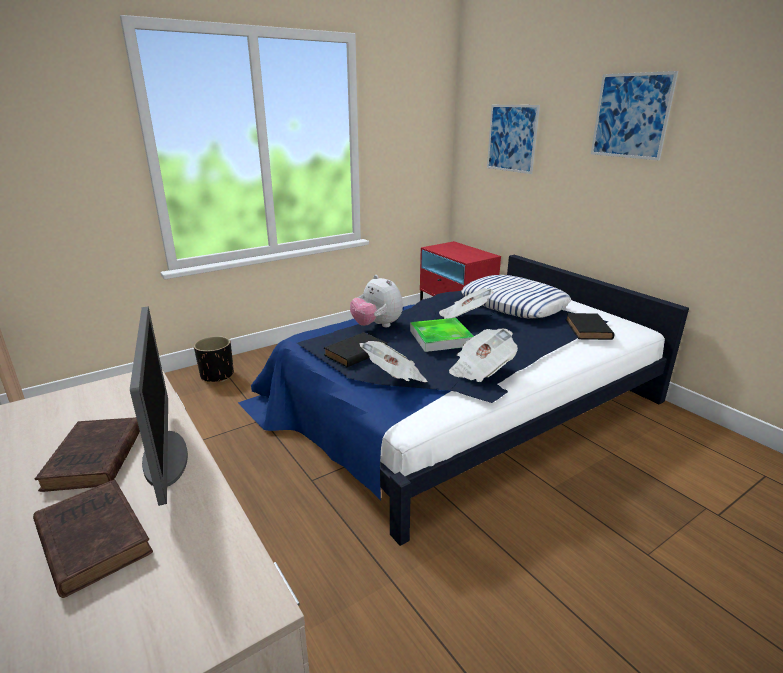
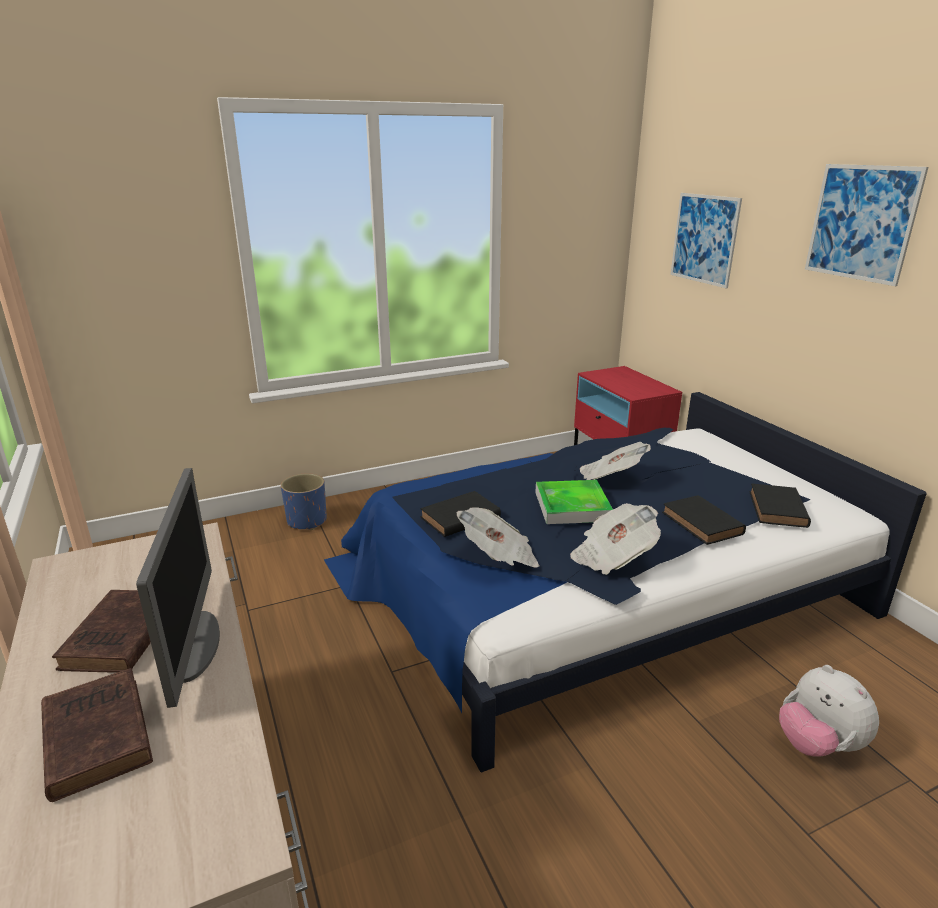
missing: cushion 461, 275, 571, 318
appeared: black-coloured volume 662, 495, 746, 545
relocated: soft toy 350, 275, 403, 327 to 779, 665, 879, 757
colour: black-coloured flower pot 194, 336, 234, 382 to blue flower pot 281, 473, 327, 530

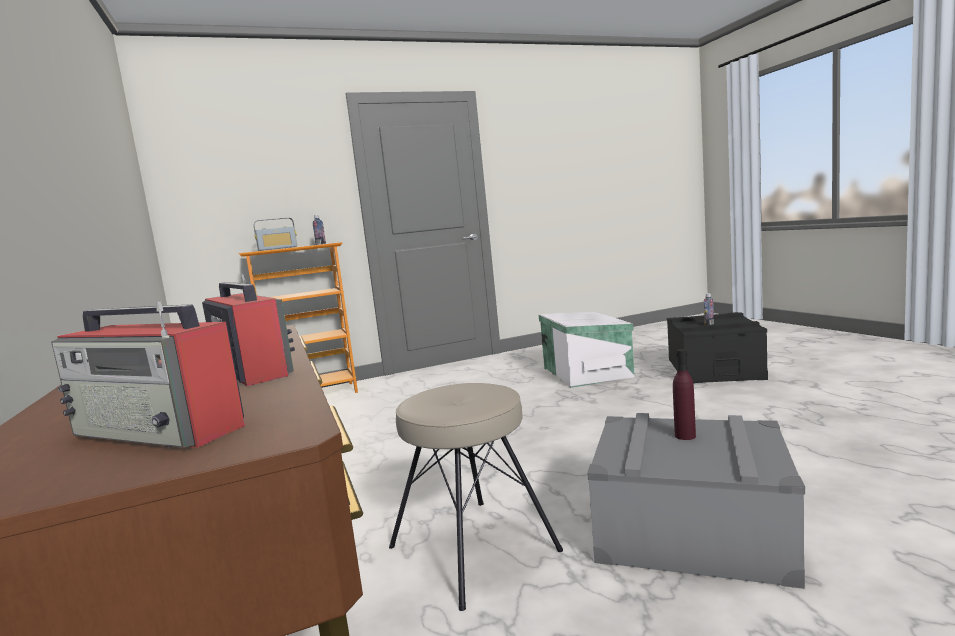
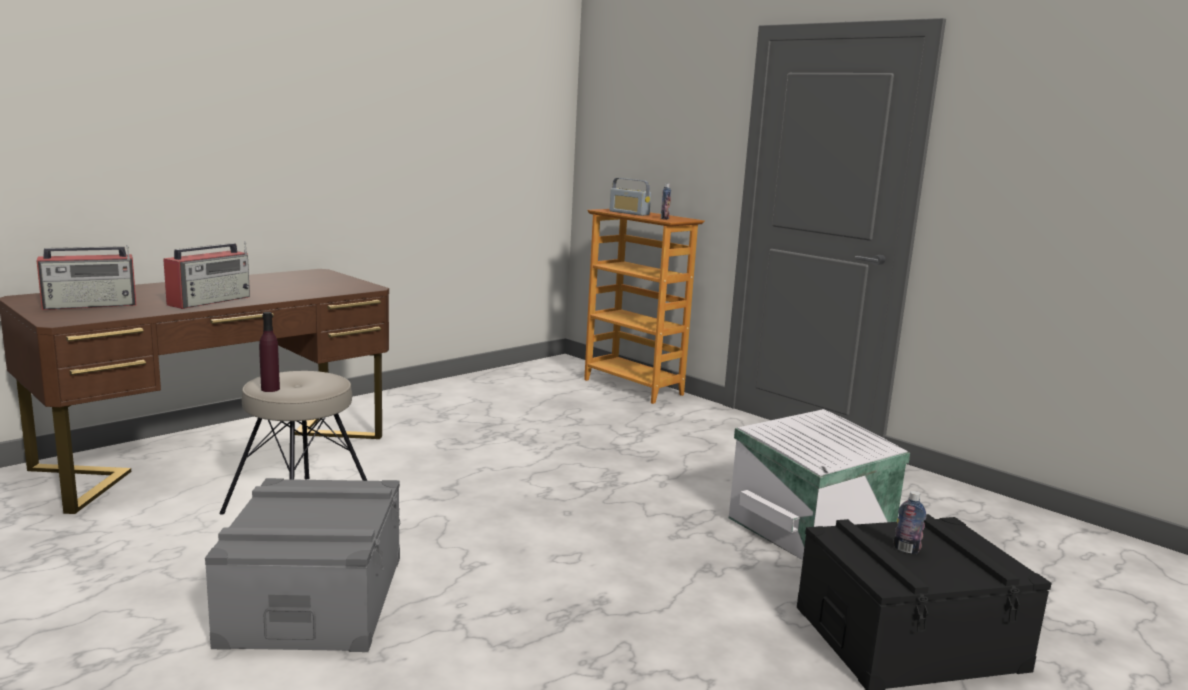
relocated: purple bottle 673, 349, 696, 440 to 259, 312, 280, 392
spun: radio set 51, 302, 245, 448 = 37, 245, 136, 310 120 degrees counterclockwise

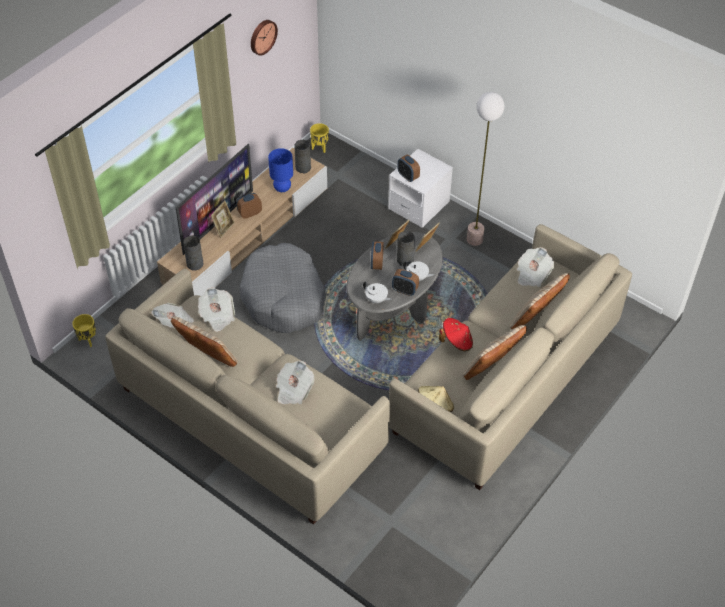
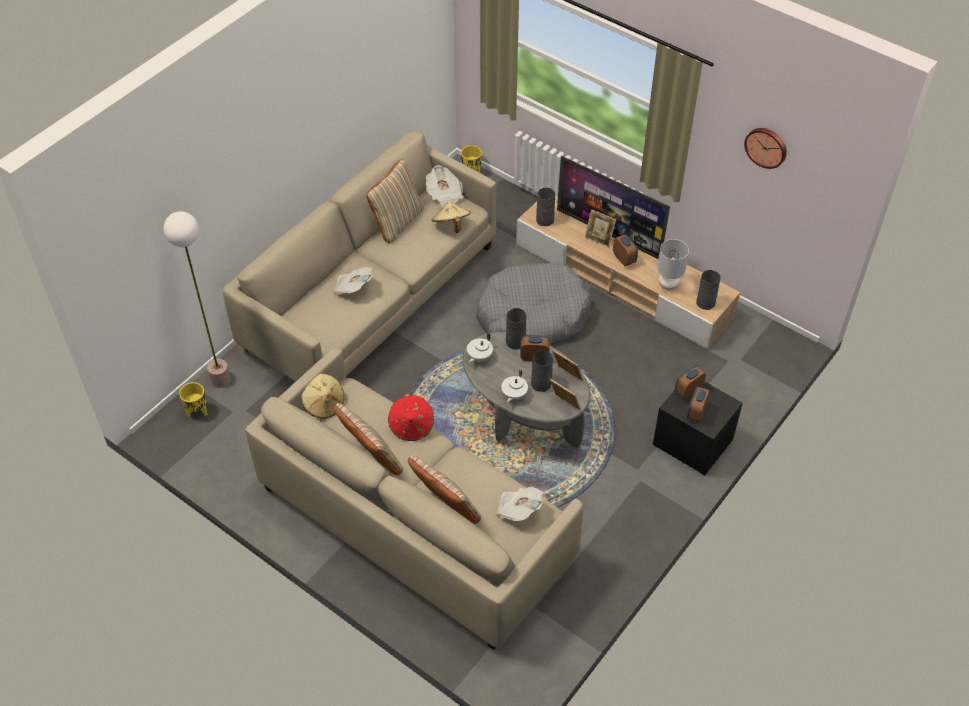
appeared: grey vase 506, 308, 526, 350
relocated: standing lamp 467, 92, 504, 246 to 164, 211, 231, 388; yellow flower pot 310, 123, 329, 153 to 179, 382, 207, 418; bedside clock 392, 269, 419, 296 to 687, 386, 710, 422
exchanged: daily paper 198, 287, 235, 332 to sand-coloured hat 432, 201, 471, 233
colour: blue lamp for a table 268, 148, 293, 192 to grey lamp for a table 657, 239, 689, 290; whitish nightstand 388, 149, 453, 228 to black-coloured nightstand 653, 382, 743, 475

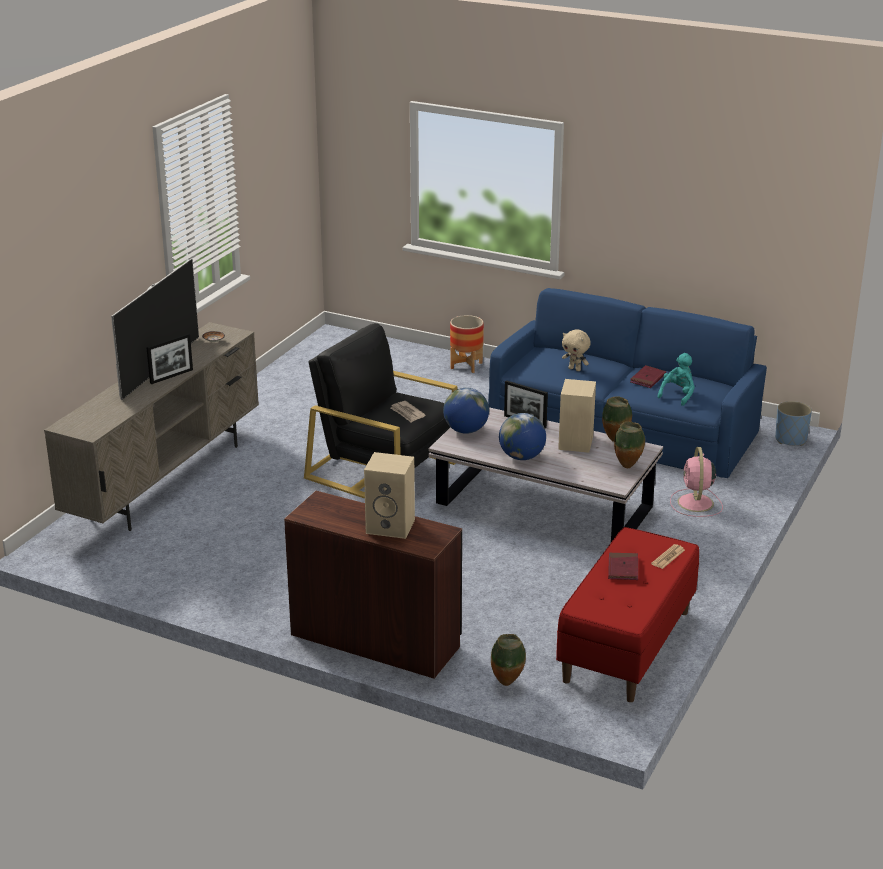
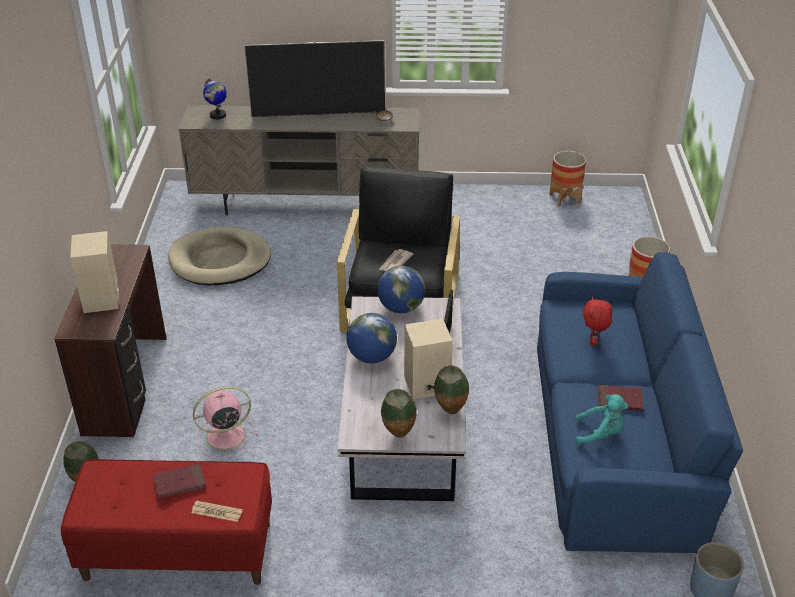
missing: standing frame 146, 333, 193, 384
appeared: desk globe 203, 78, 227, 119; flower pot 550, 151, 586, 207; sand-coloured dog bed 168, 226, 271, 285
relocated: pink fan 670, 447, 723, 517 to 193, 386, 258, 459
colour: sand-coloured soft toy 562, 329, 591, 371 to red-coloured soft toy 583, 296, 612, 346

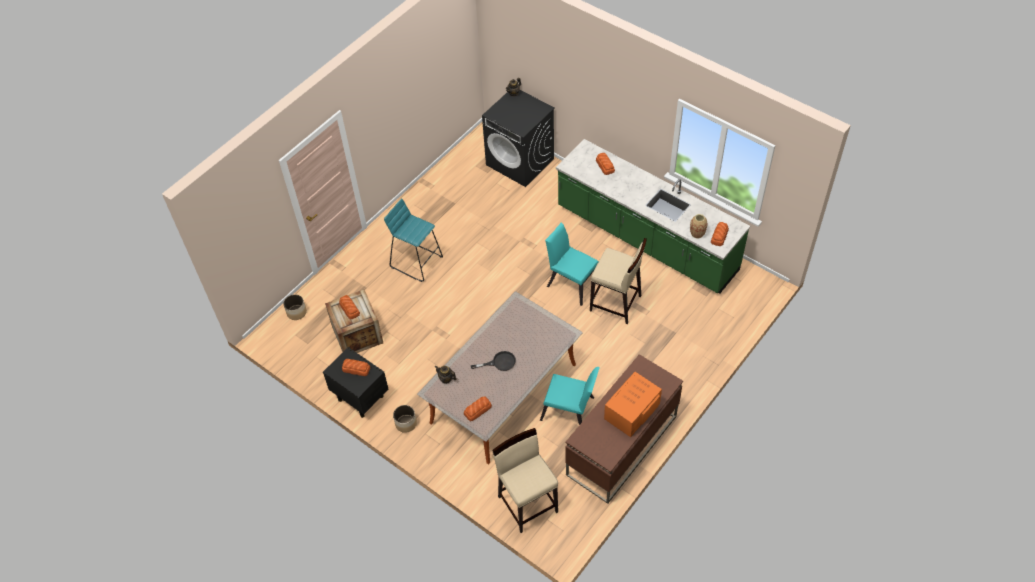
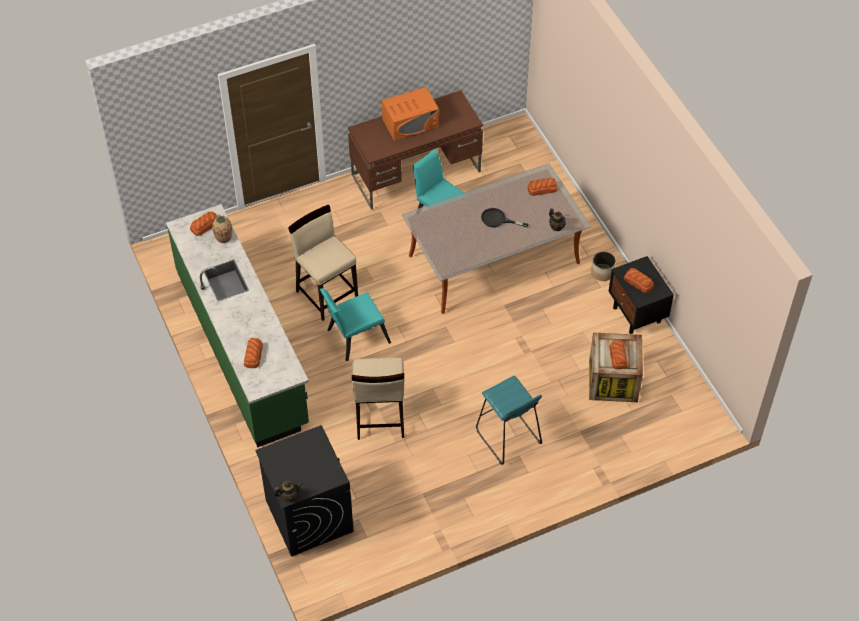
missing: flower pot 283, 294, 307, 320
relocated: sand-coloured stool seat 492, 428, 558, 533 to 352, 358, 405, 440
spun: turquoise upright chair 545, 223, 599, 306 = 320, 288, 391, 361 90 degrees clockwise

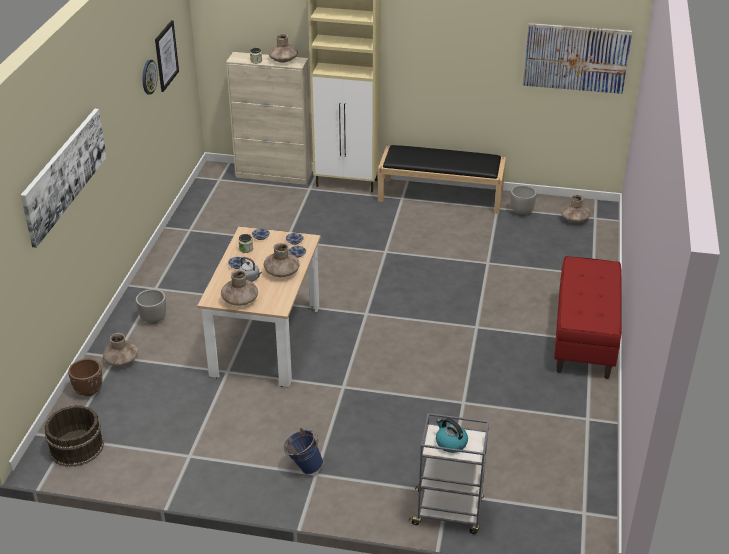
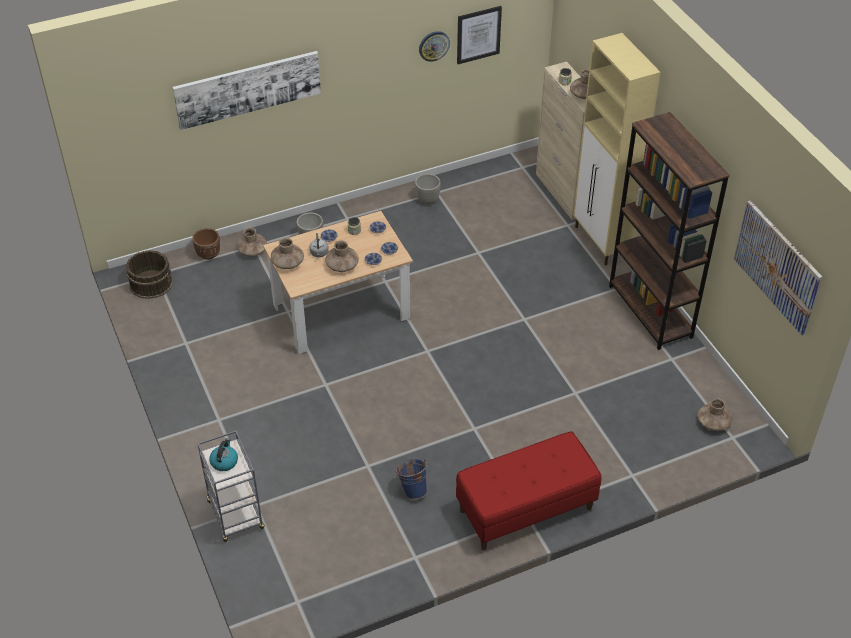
relocated: grey flower pot 510, 185, 537, 215 to 415, 174, 441, 204; blue pail 283, 428, 324, 474 to 396, 459, 428, 499
exchanged: black-coloured indoor bench 378, 145, 506, 214 to brown bookshelf 609, 112, 730, 350

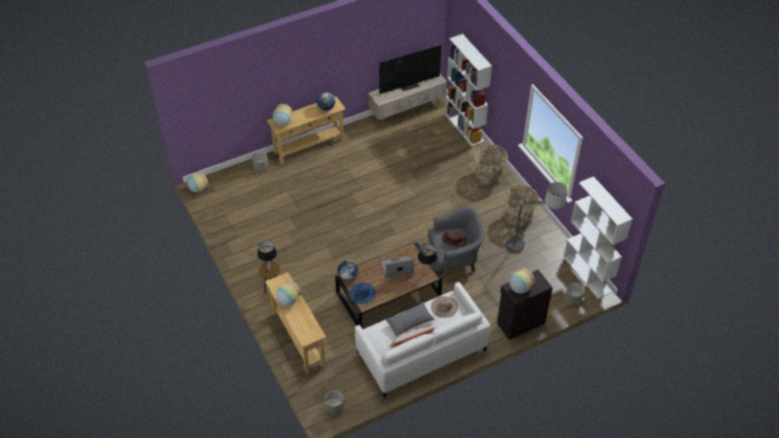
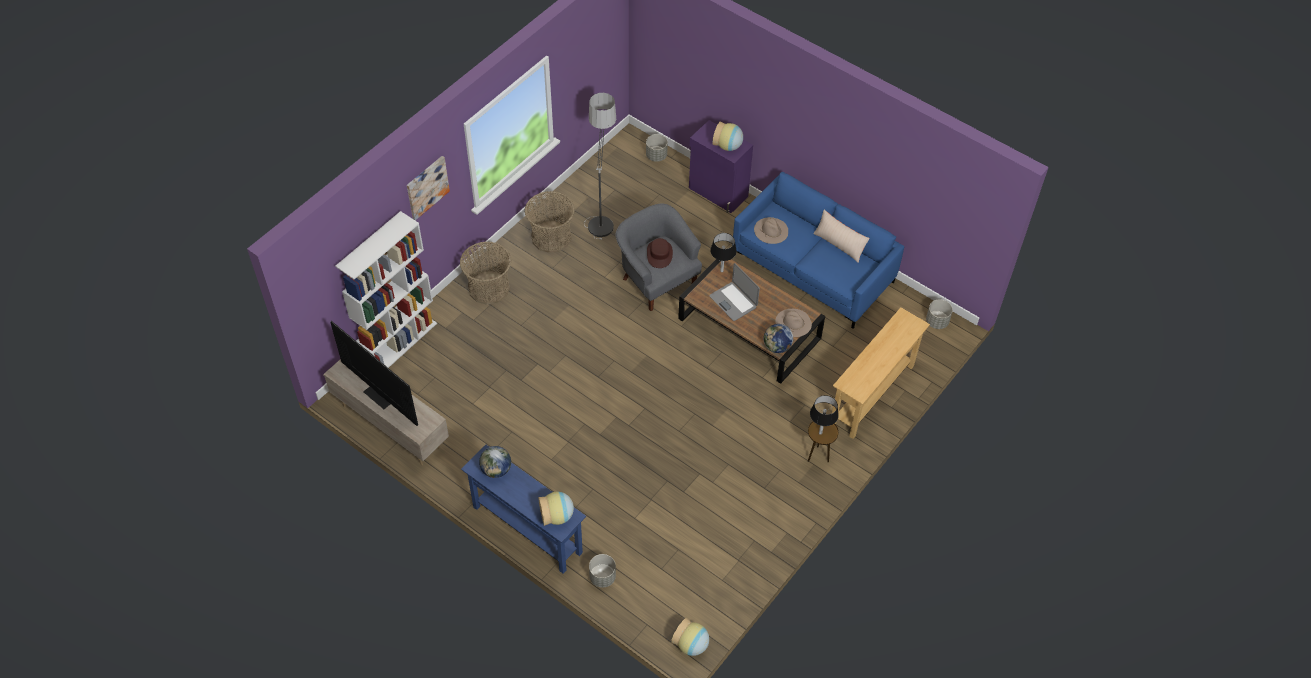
missing: whitish bookshelf 563, 176, 632, 299; vase 276, 280, 302, 306; grey cushion 385, 302, 435, 337
appeared: picture 407, 156, 450, 220
colour: sand-coloured narrow table 267, 96, 346, 164 to blue narrow table 461, 445, 586, 574; black-coloured cupboard 497, 270, 553, 340 to purple cupboard 689, 120, 753, 213; whitish couch 355, 282, 491, 398 to blue couch 733, 172, 904, 329; blue hat 349, 283, 376, 304 to sand-coloured hat 775, 309, 812, 337

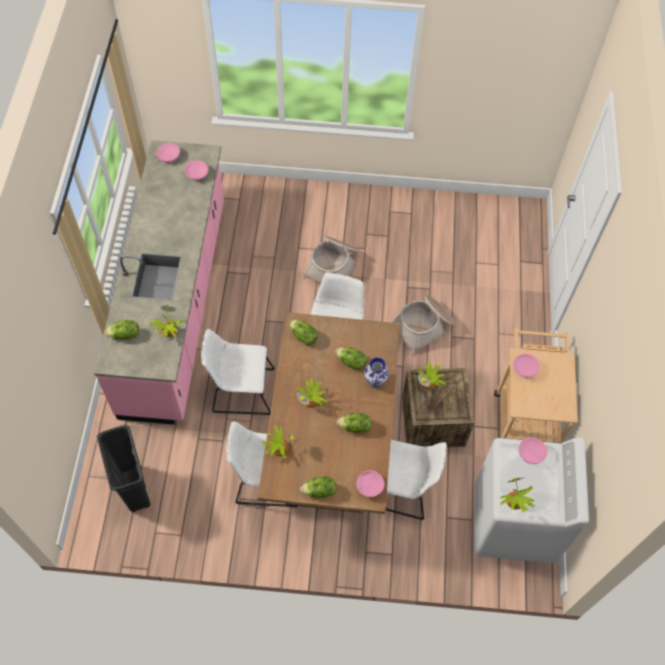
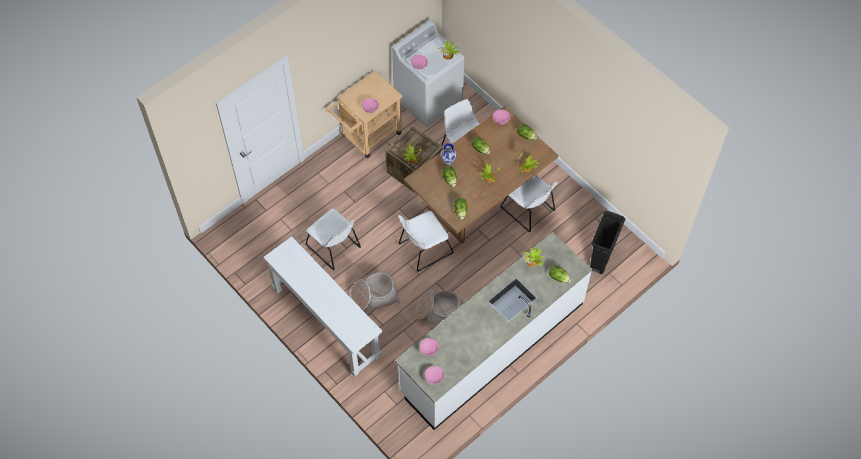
appeared: whitish narrow table 263, 236, 382, 376
relocated: basket 391, 295, 454, 355 to 416, 290, 464, 325; whitish upright chair 201, 329, 275, 415 to 305, 208, 361, 271
colour: pink kitchen base unit 94, 140, 224, 425 to whitish kitchen base unit 394, 232, 592, 430

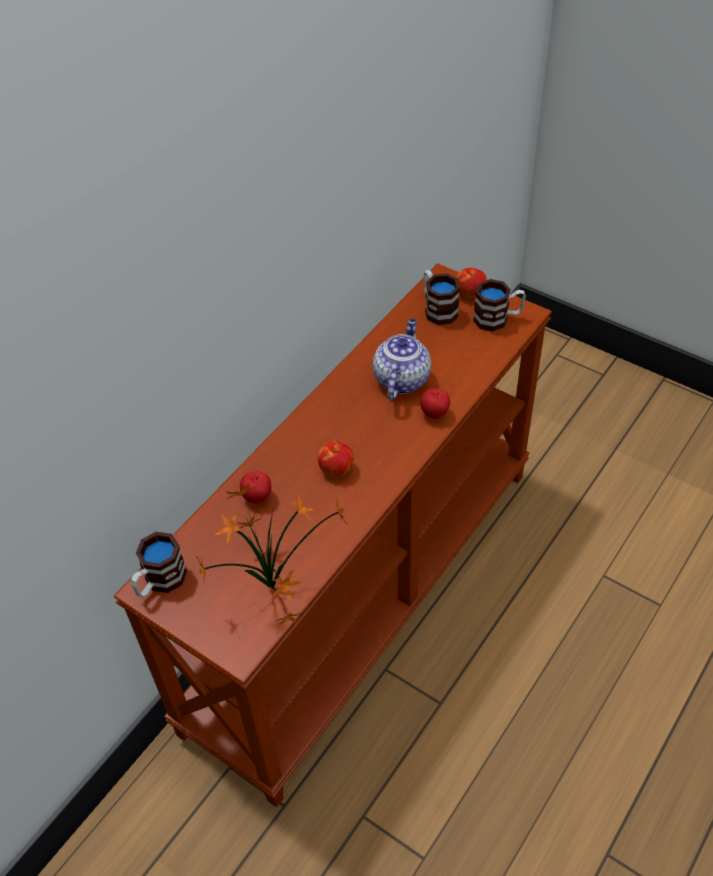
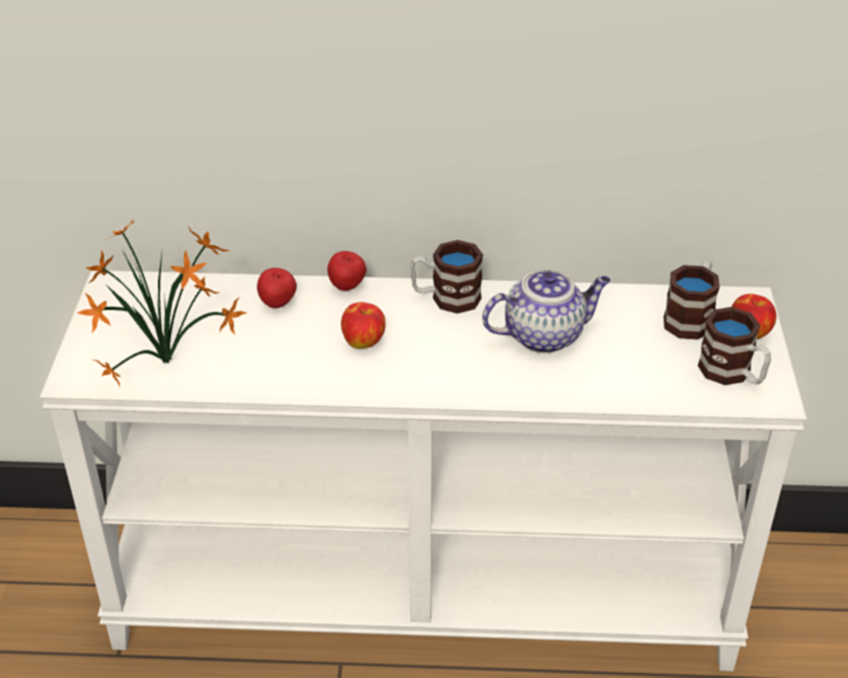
relocated: apple fruit 420, 388, 450, 419 to 327, 251, 366, 291; mug 131, 532, 187, 598 to 410, 240, 483, 314
colour: brown narrow table 114, 263, 552, 807 to whitish narrow table 40, 270, 807, 671

